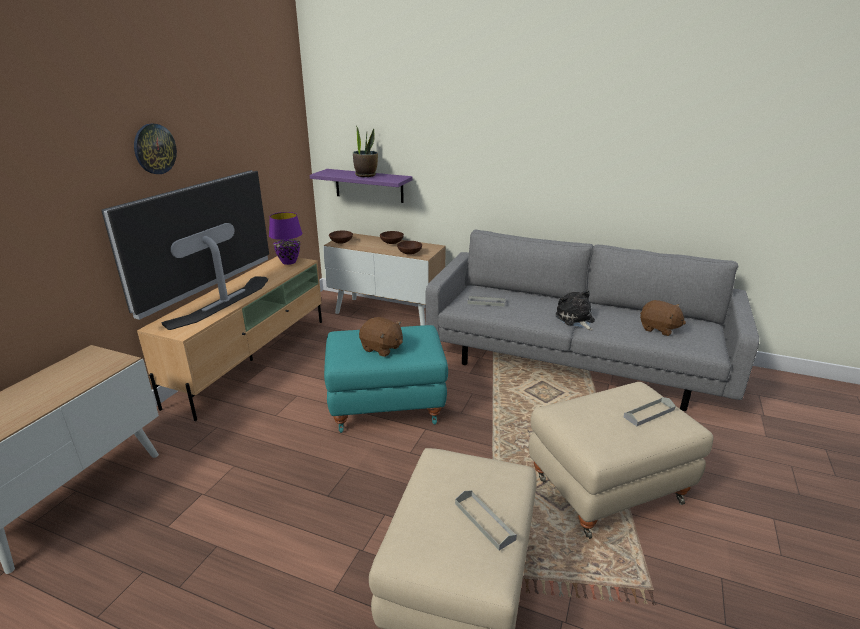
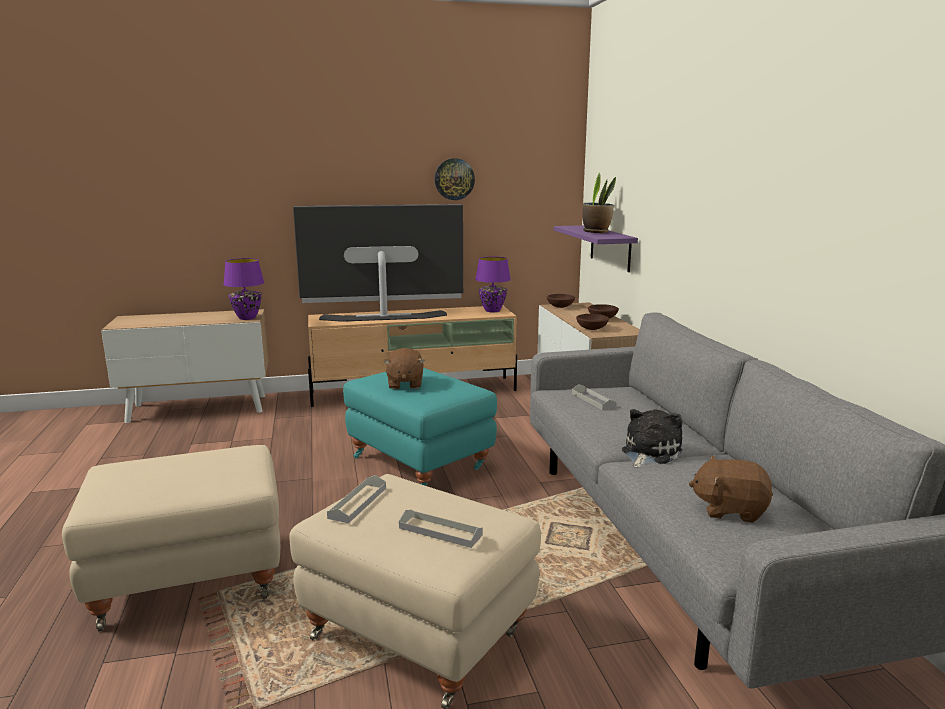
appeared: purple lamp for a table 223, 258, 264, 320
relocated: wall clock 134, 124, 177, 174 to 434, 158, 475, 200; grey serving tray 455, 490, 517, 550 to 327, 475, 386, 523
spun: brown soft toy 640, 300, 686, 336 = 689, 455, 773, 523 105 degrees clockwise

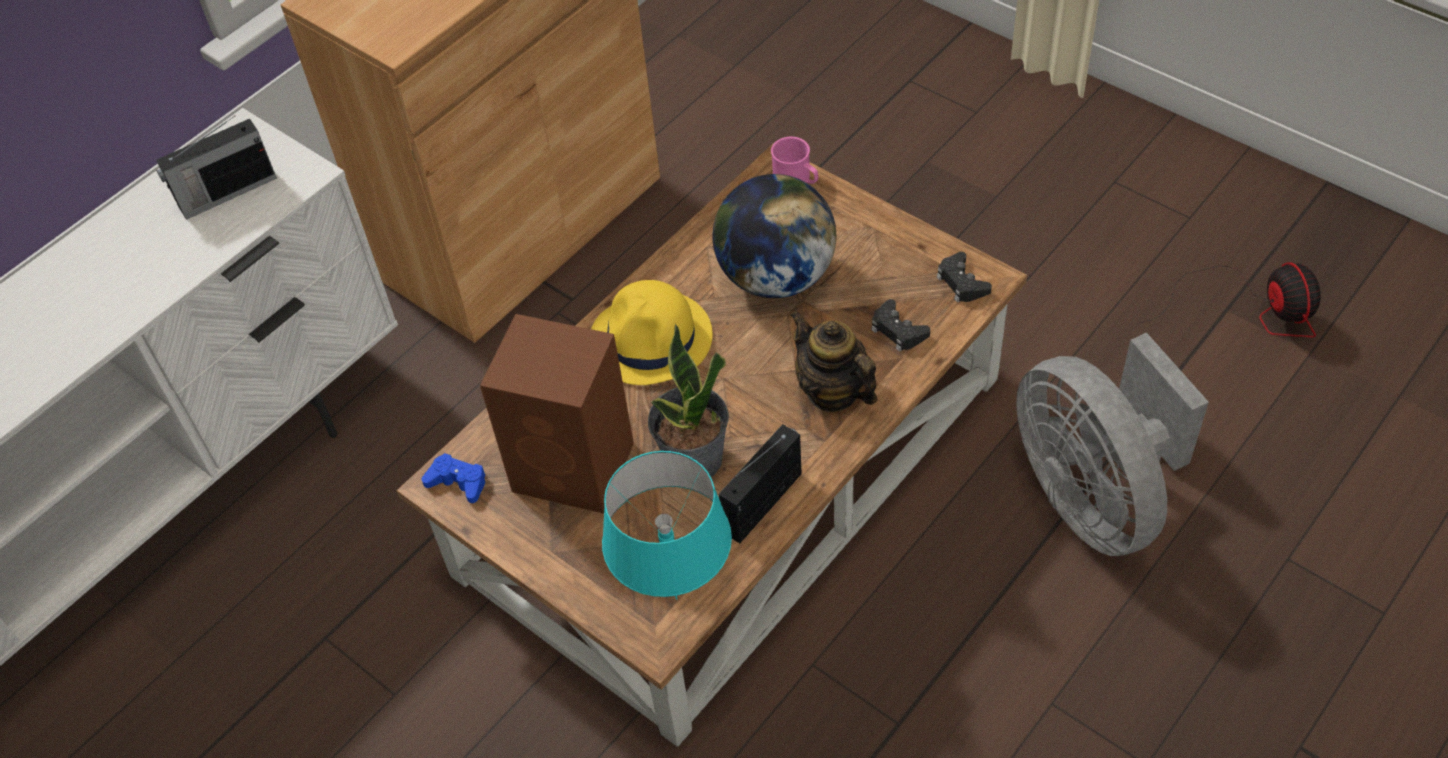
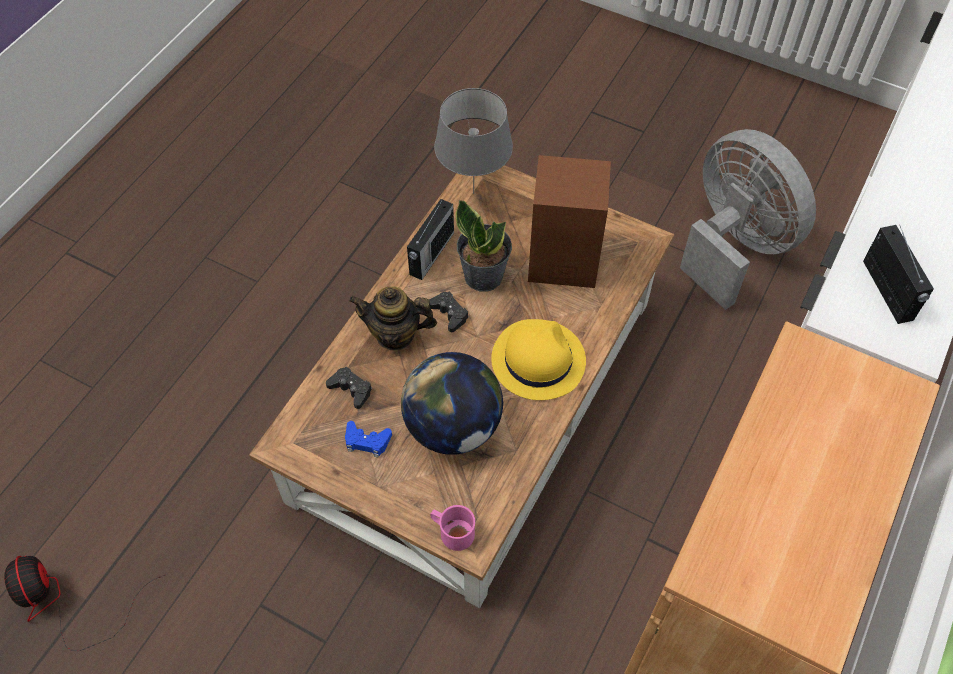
relocated: black-coloured game controller 937, 252, 992, 302 to 429, 292, 469, 332; grey fan 1016, 333, 1209, 556 to 680, 129, 816, 310; blue game controller 422, 453, 485, 503 to 345, 421, 392, 457
colour: turquoise lamp for a table 602, 451, 732, 600 to grey lamp for a table 434, 88, 513, 194
spun: radio set 156, 116, 277, 220 = 863, 224, 934, 324 120 degrees clockwise; pot for tea 790, 311, 877, 412 = 349, 286, 437, 350 150 degrees clockwise

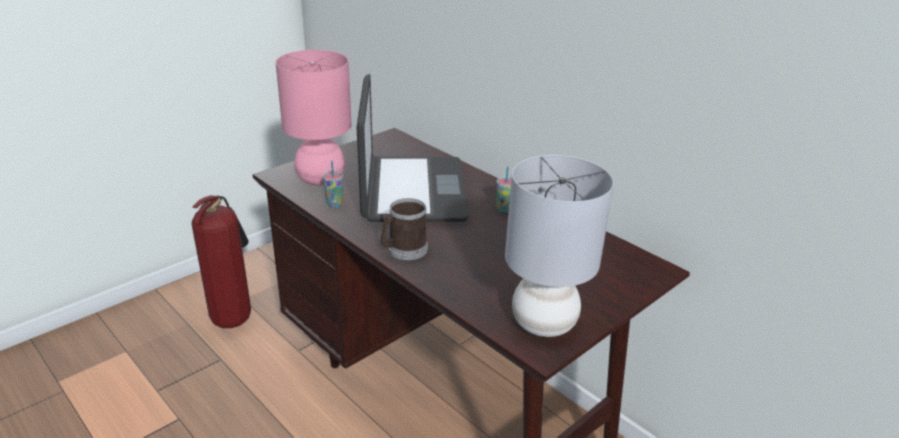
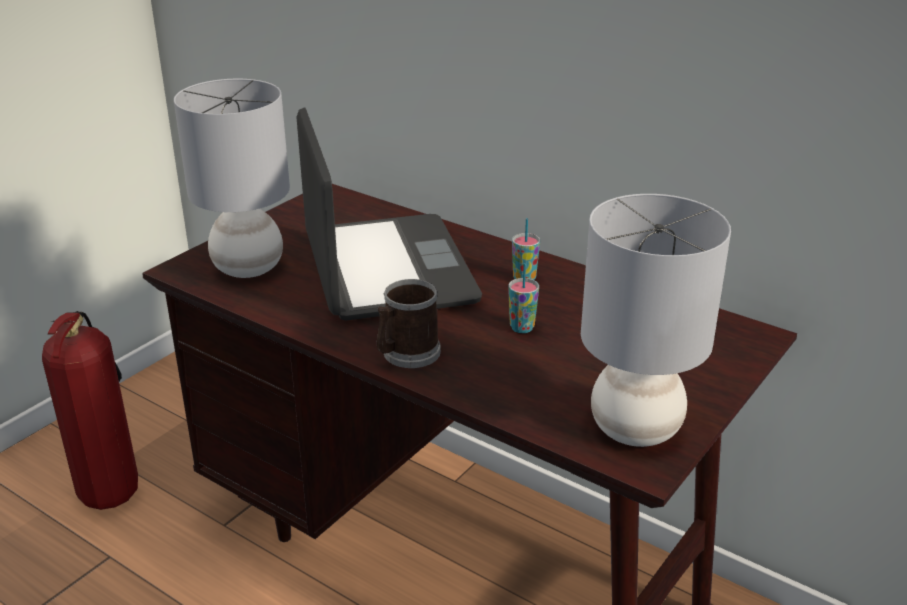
relocated: drinking cup 323, 161, 343, 207 to 508, 263, 539, 333
colour: pink lamp for a table 276, 50, 352, 186 to grey lamp for a table 174, 79, 290, 278

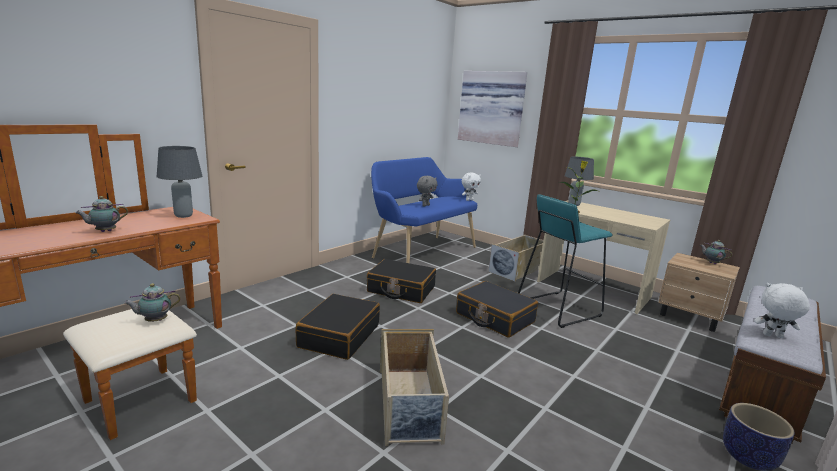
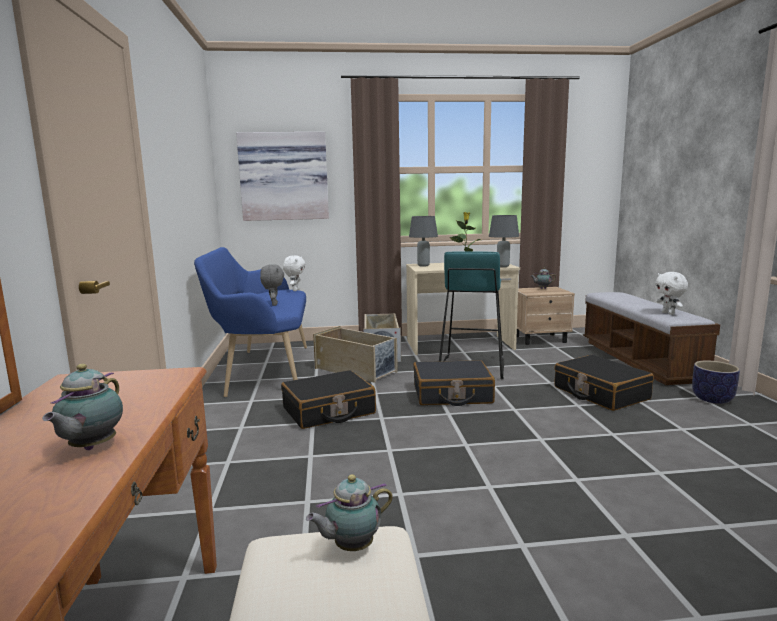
relocated: grey lamp for a table 157, 146, 202, 218 to 489, 215, 519, 267; black-coloured suitcase 296, 294, 380, 360 to 554, 355, 654, 411; sand-coloured storage bin 380, 329, 449, 446 to 313, 326, 398, 383
spun: pot for tea 124, 283, 181, 322 = 306, 474, 393, 551 45 degrees clockwise; whitish soft toy 754, 283, 810, 338 = 655, 272, 688, 315 75 degrees counterclockwise

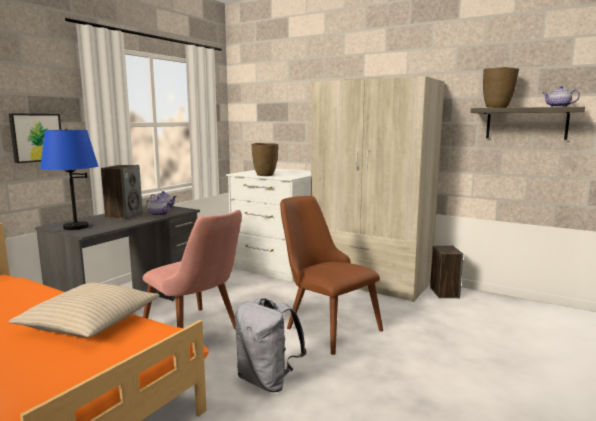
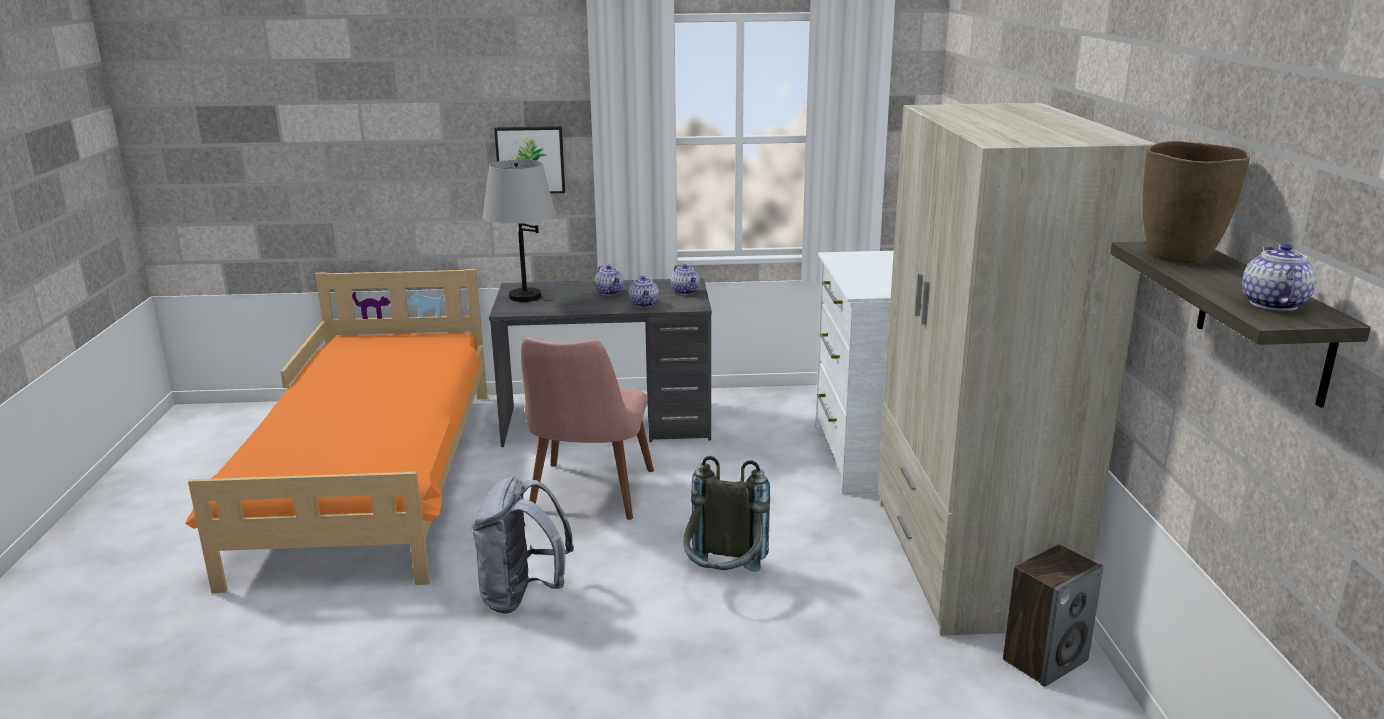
missing: brown vase 252, 143, 278, 176; sand-coloured cushion 9, 283, 160, 337
exchanged: audio speaker 101, 165, 143, 219 to pot for tea 595, 265, 624, 295; brown upright chair 280, 196, 383, 355 to grey rucksack 683, 456, 770, 572
colour: blue lamp for a table 40, 129, 98, 230 to grey lamp for a table 483, 159, 556, 302

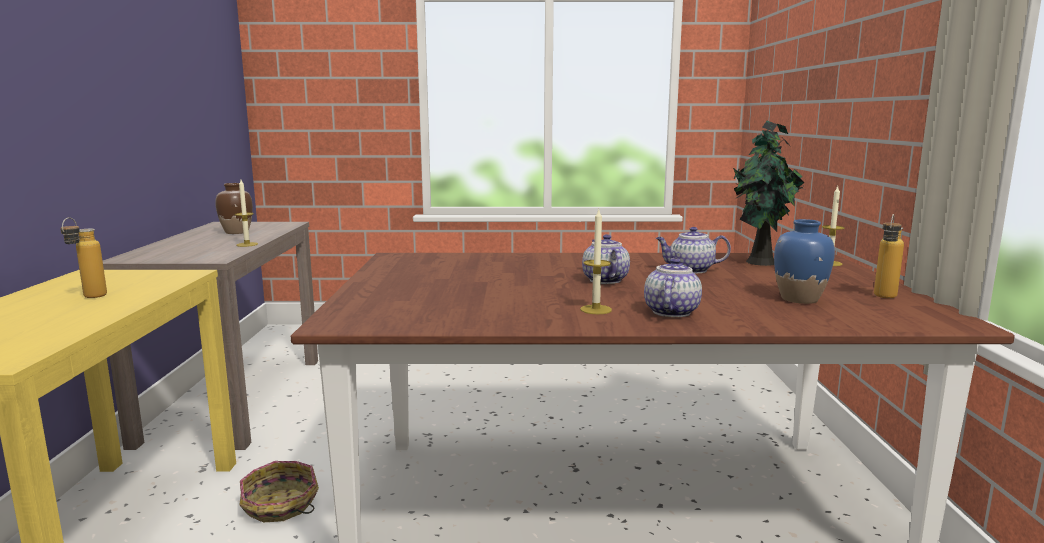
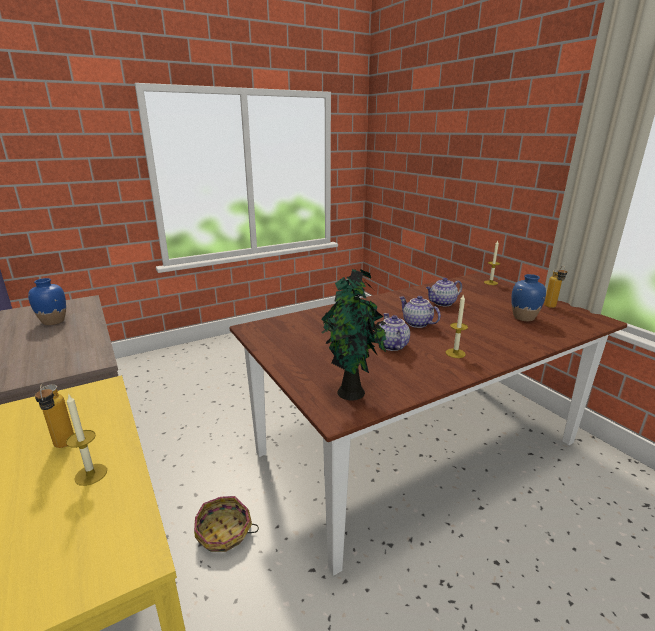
relocated: houseplant 733, 121, 805, 266 to 321, 269, 386, 400; candle 235, 180, 258, 247 to 66, 393, 107, 486; pot for tea 644, 258, 702, 317 to 379, 313, 410, 351
colour: brown vase 215, 183, 253, 234 to blue vase 28, 278, 66, 325

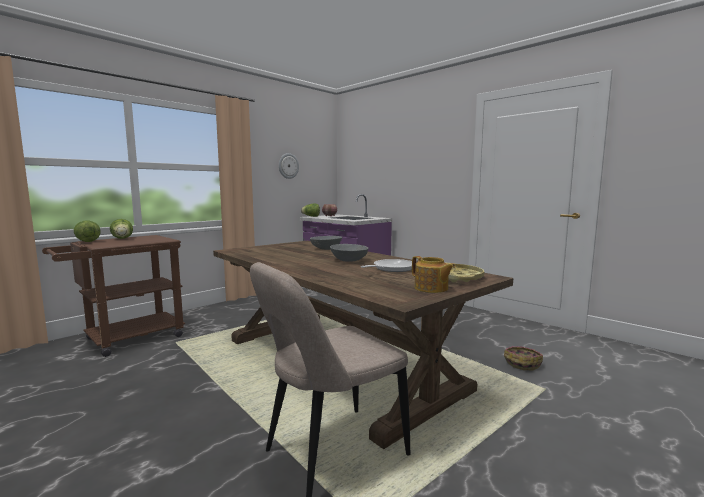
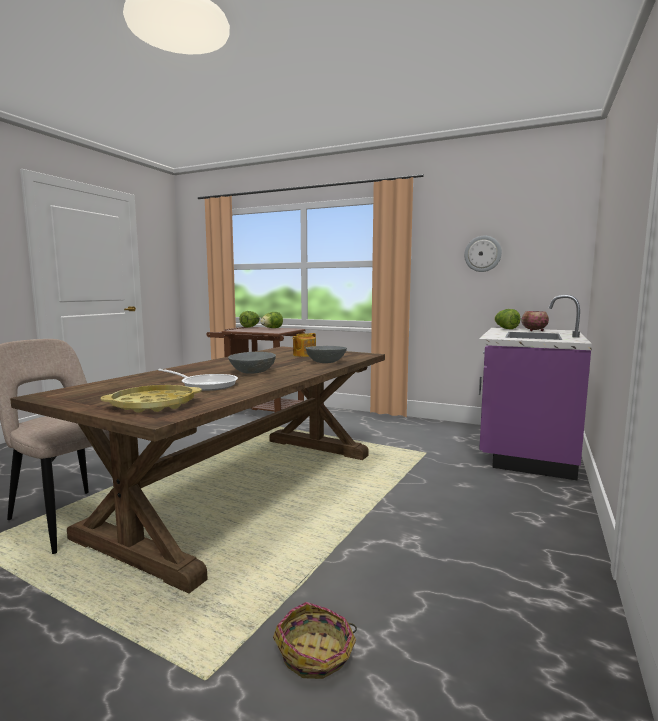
relocated: pot for tea 412, 256, 456, 293 to 292, 333, 316, 357

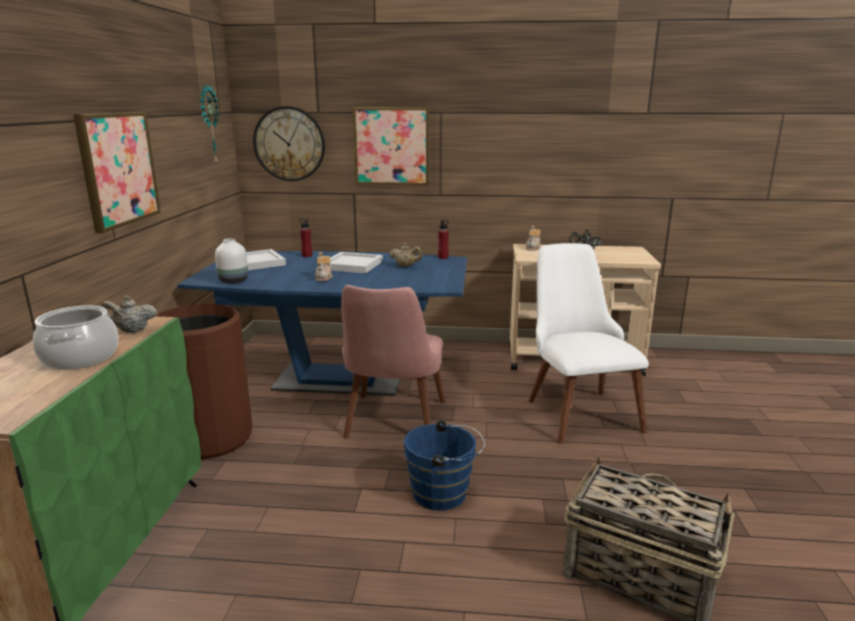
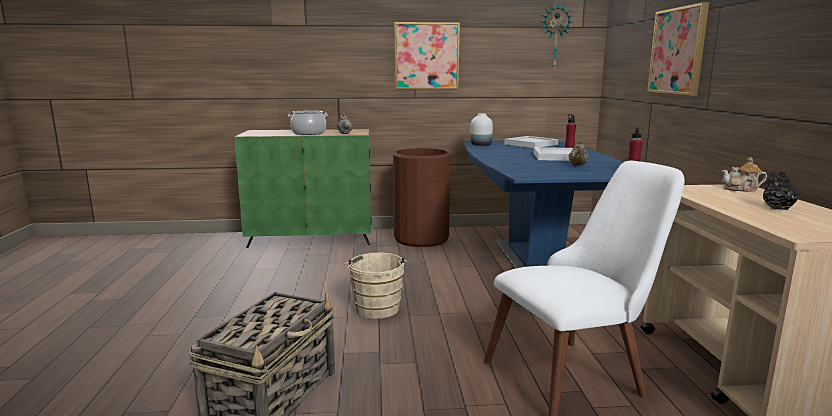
missing: wall clock 253, 106, 325, 181; pot for tea 315, 252, 333, 281; pink upright chair 341, 285, 445, 439
colour: blue pail 404, 420, 485, 511 to sand-coloured pail 344, 252, 407, 319

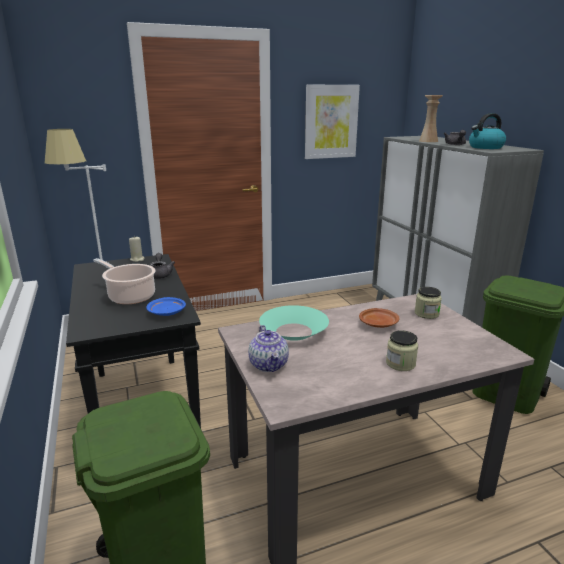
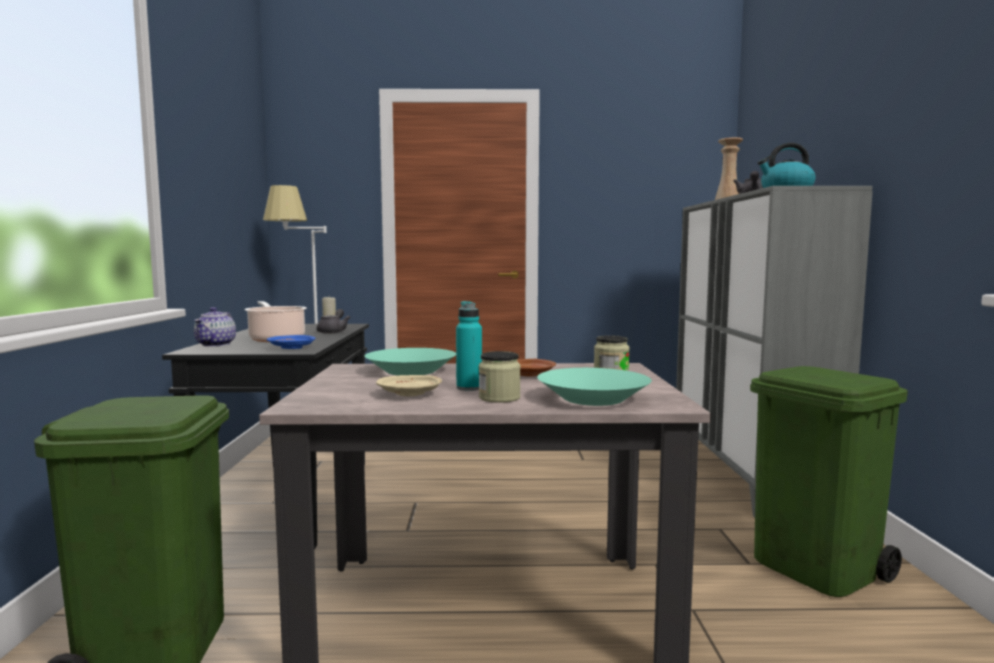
missing: picture 305, 85, 360, 159
appeared: turquoise bottle 456, 301, 482, 391; turquoise deep dish 537, 368, 652, 406; sand-coloured dinner plate 376, 375, 442, 397
relocated: pot for tea 248, 325, 289, 372 to 194, 307, 236, 347

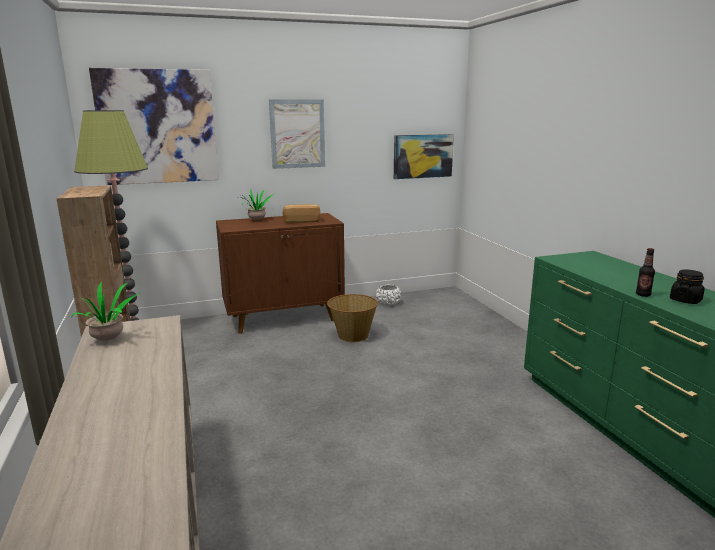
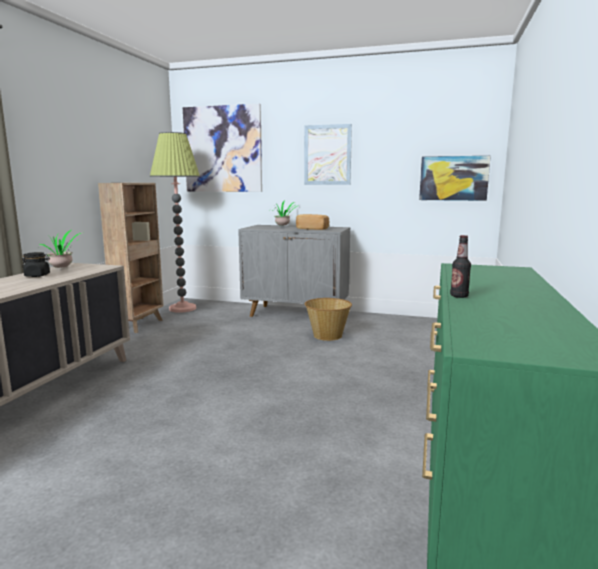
missing: whitish flower pot 376, 284, 401, 306
relocated: black-coloured jar 670, 270, 705, 304 to 22, 252, 50, 277
colour: brown cupboard 216, 213, 345, 334 to grey cupboard 238, 225, 350, 317

